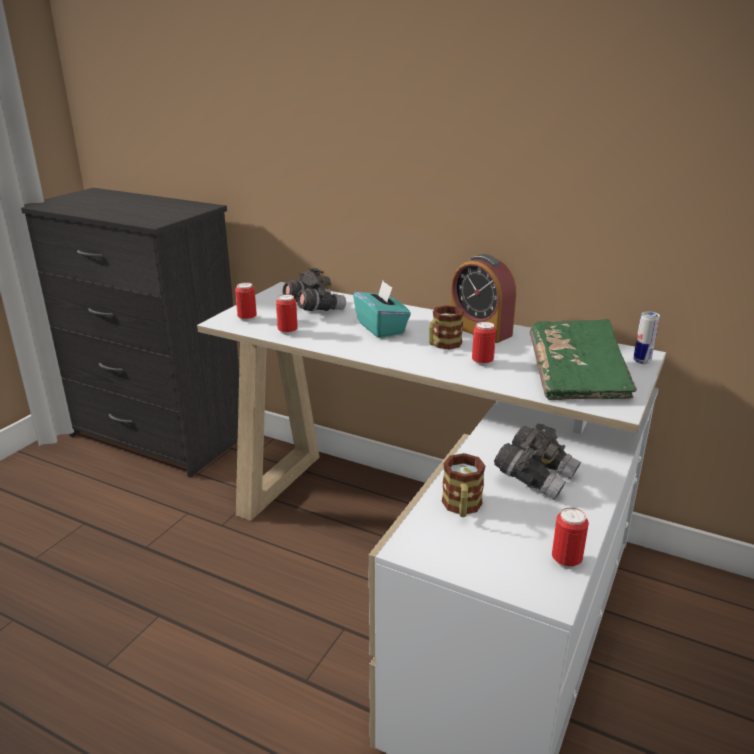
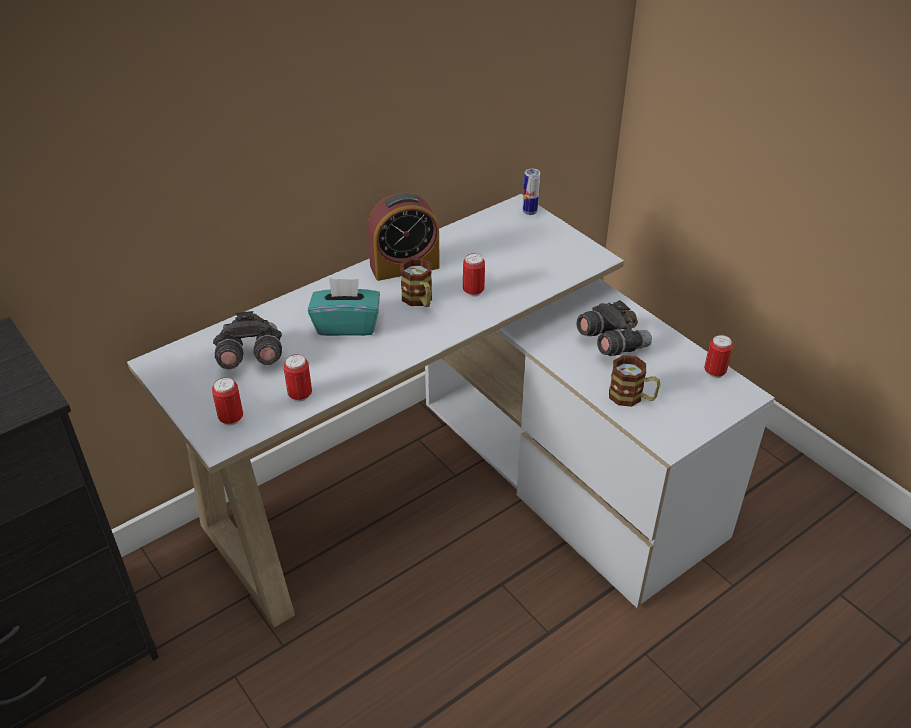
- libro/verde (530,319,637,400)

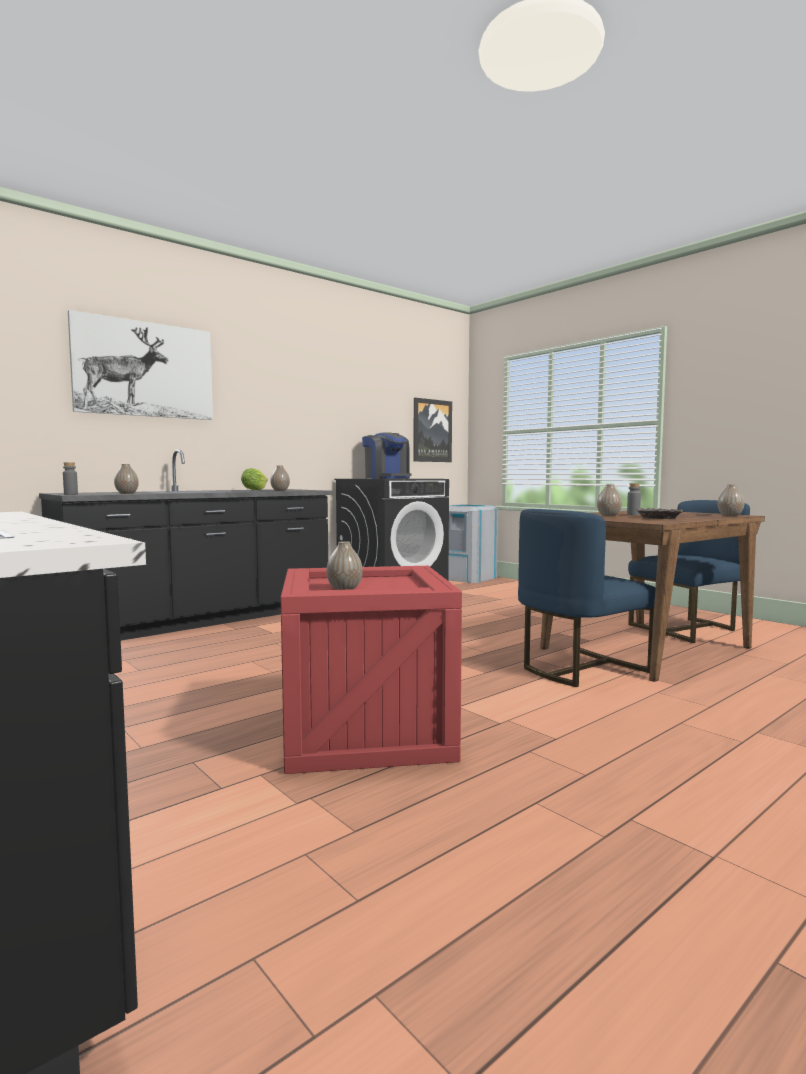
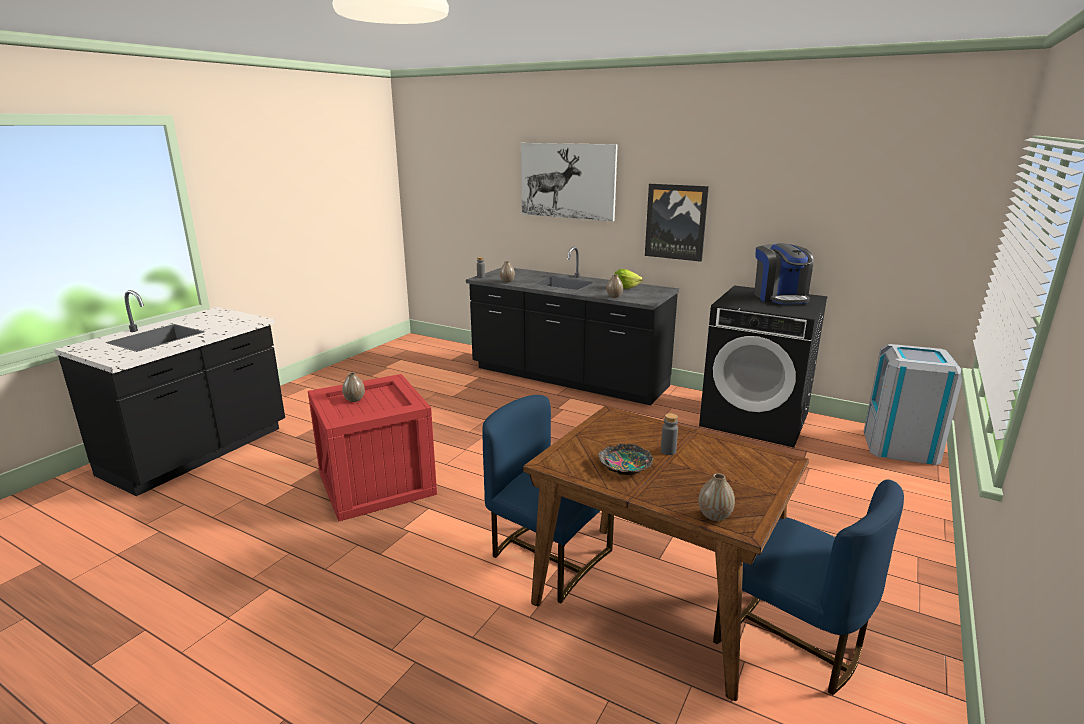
~ cuadro (414,398,452,462) to (645,184,709,262)
~ cafetera (362,432,412,479) = (754,243,814,305) 45 degrees counterclockwise
- florero (597,484,622,516)

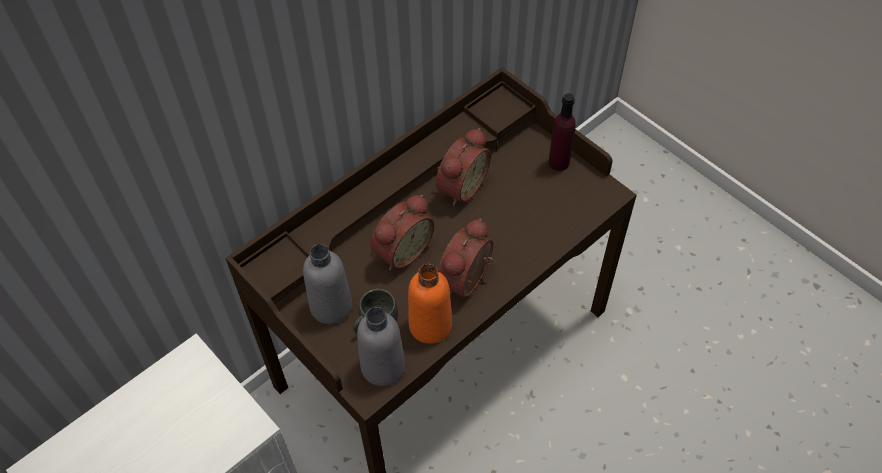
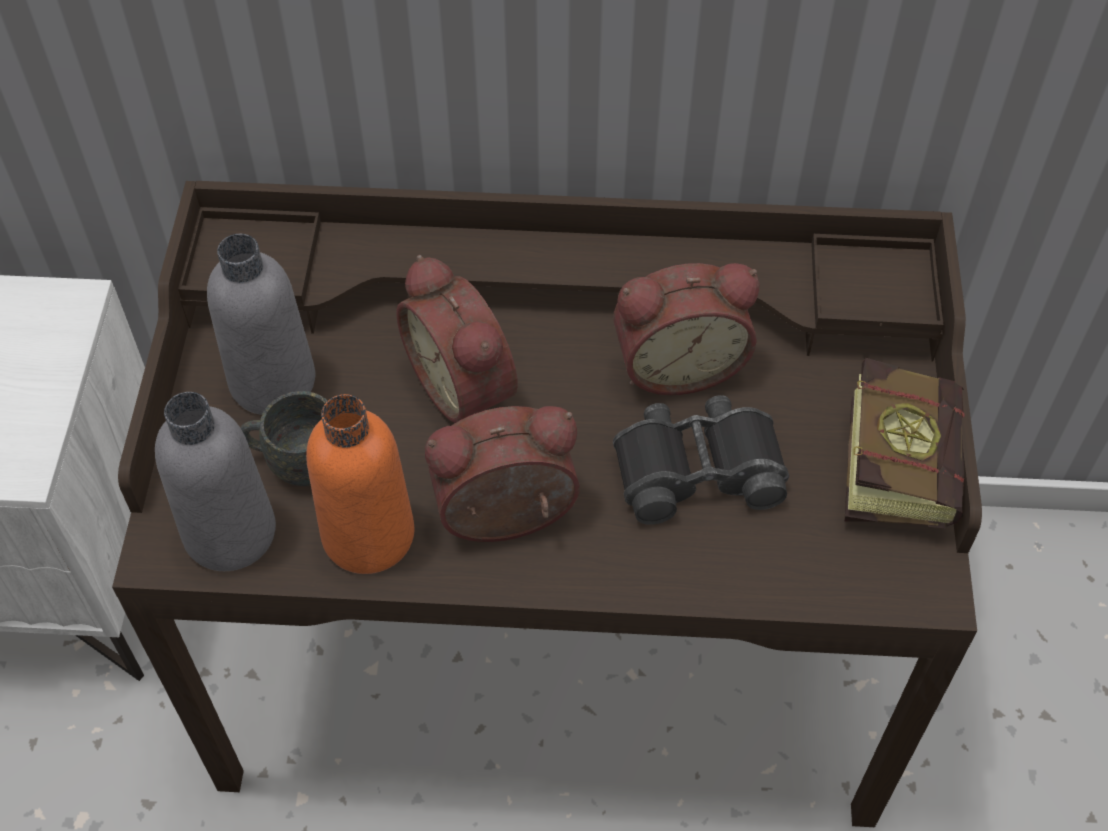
~ botella/morado (548,93,576,171) to libro (845,358,965,529)
~ despertador (370,195,434,271) = (396,255,518,423) 60 degrees clockwise
+ prismáticos/negro (613,395,789,525)

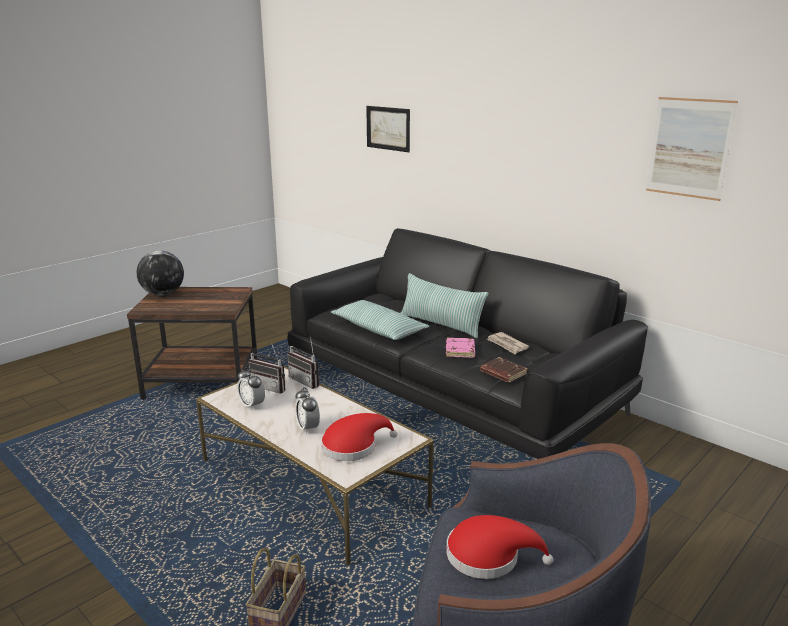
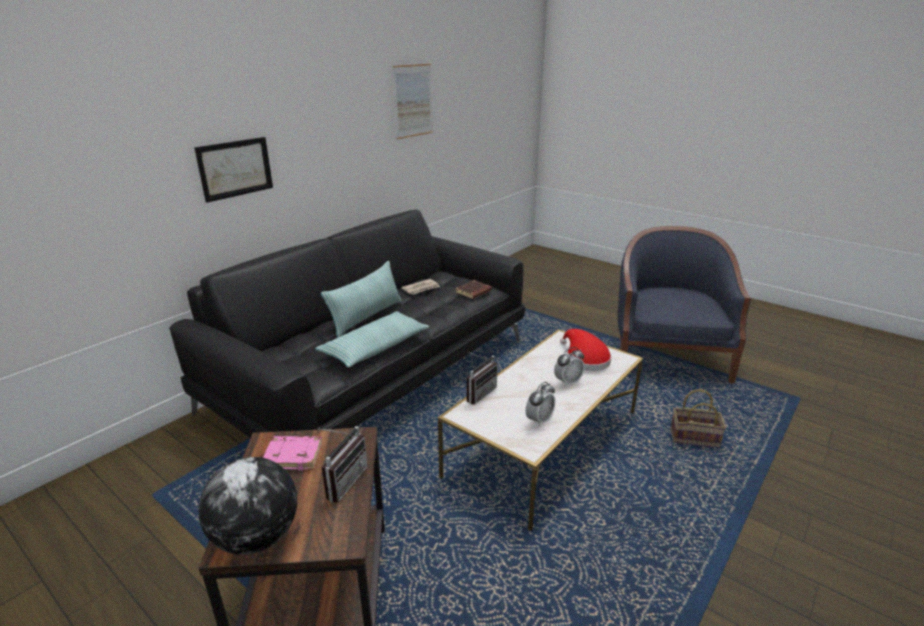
~ cuadro (366,106,410,152) to (194,137,273,203)
~ libro/rosa (446,338,475,358) to (263,436,322,471)
~ radio (248,343,286,394) to (318,426,367,503)
- sombrero/rojo (447,515,553,579)

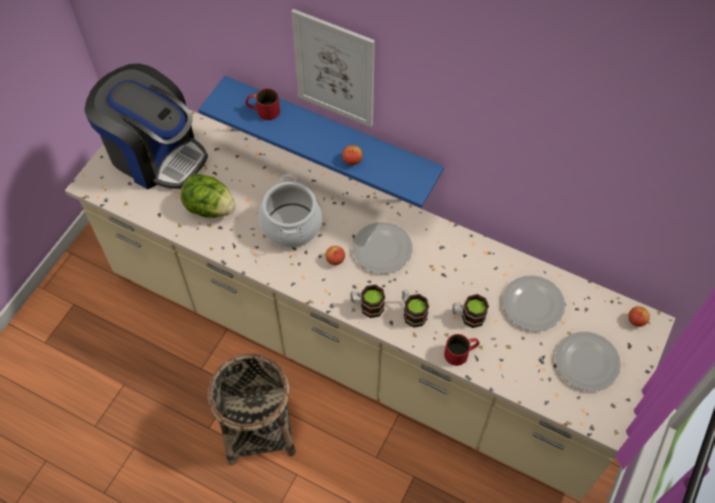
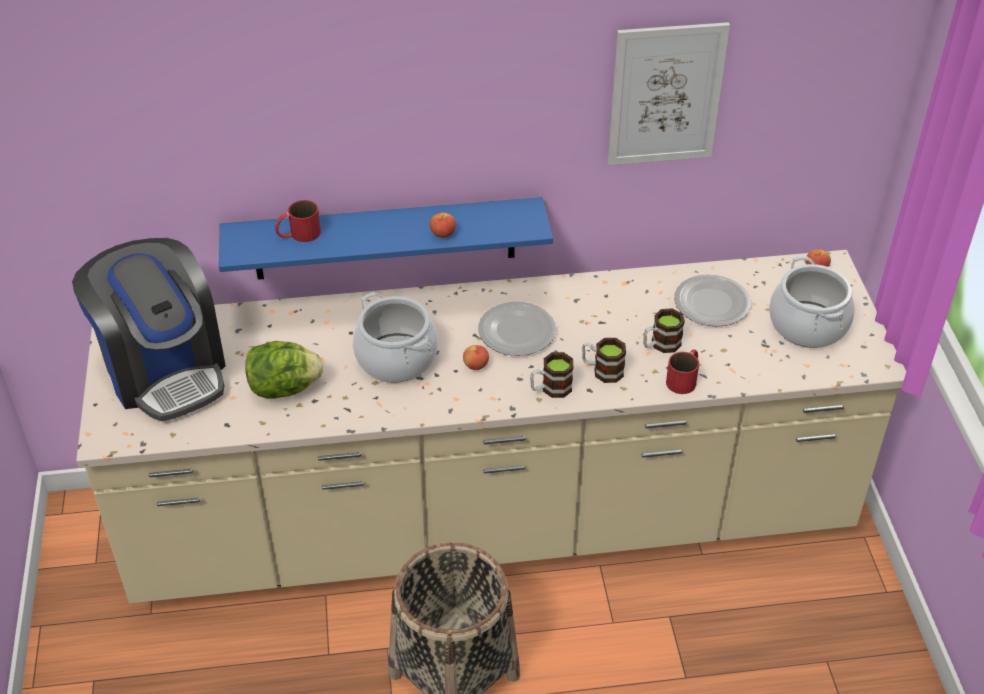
~ cuadro (291,9,375,127) to (608,22,730,165)
~ cafetera (84,63,208,189) = (72,238,226,421) 60 degrees clockwise
~ plato (555,332,621,391) to olla (769,256,855,348)

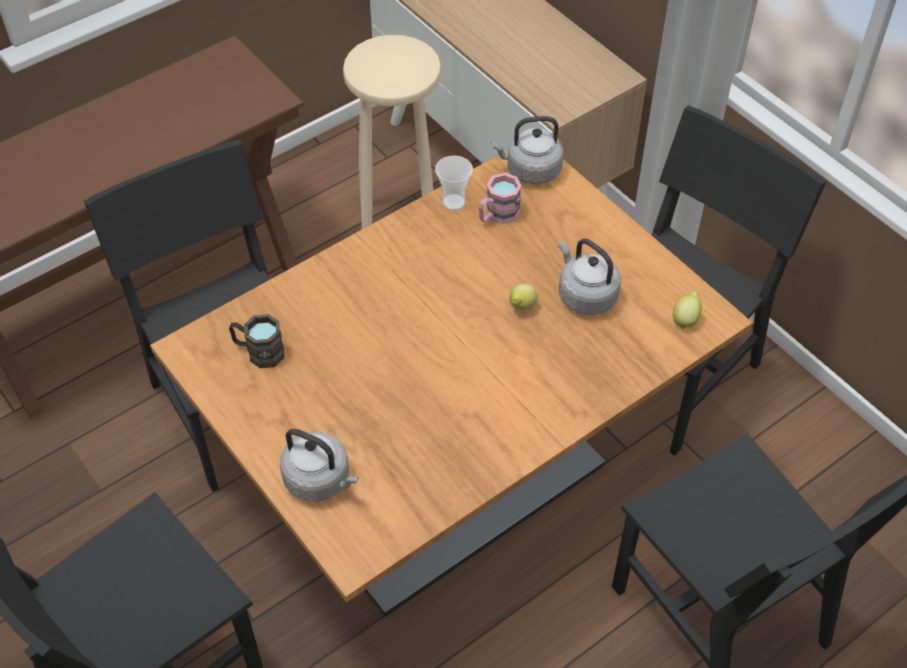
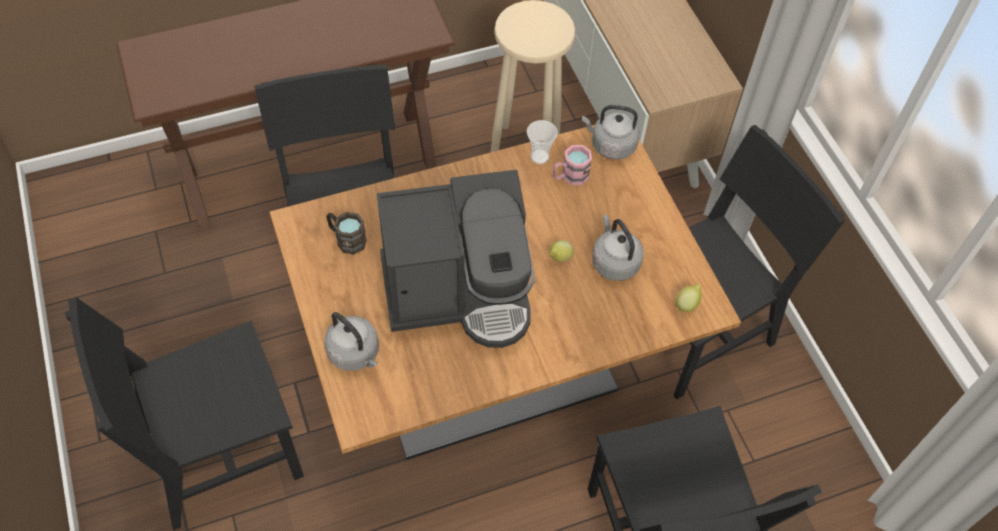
+ cafetera (377,170,535,348)

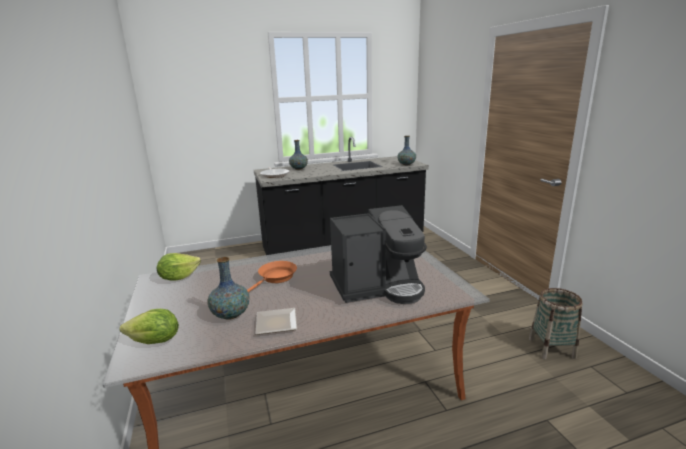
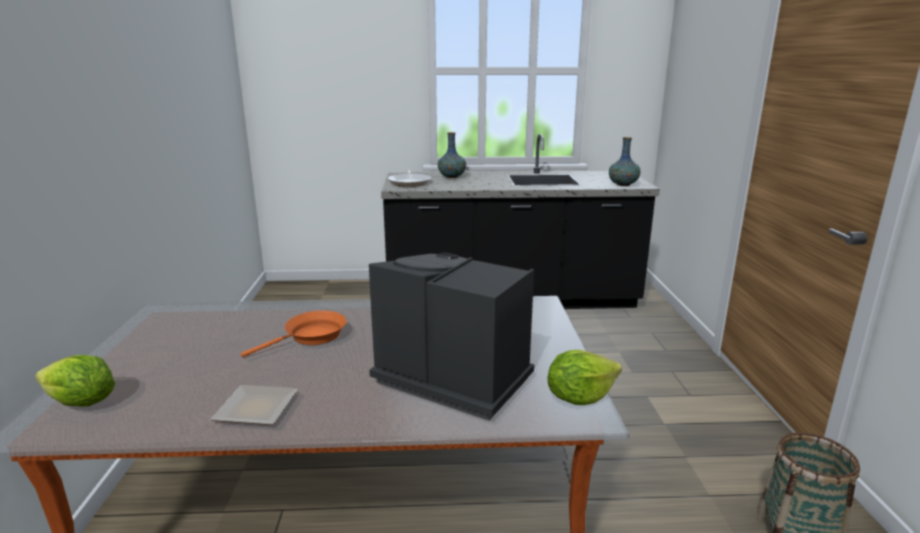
~ cafetera (330,205,427,304) = (369,252,534,420) 150 degrees counterclockwise
~ lechuga (157,253,201,281) to (547,350,622,405)
- florero (207,257,250,320)

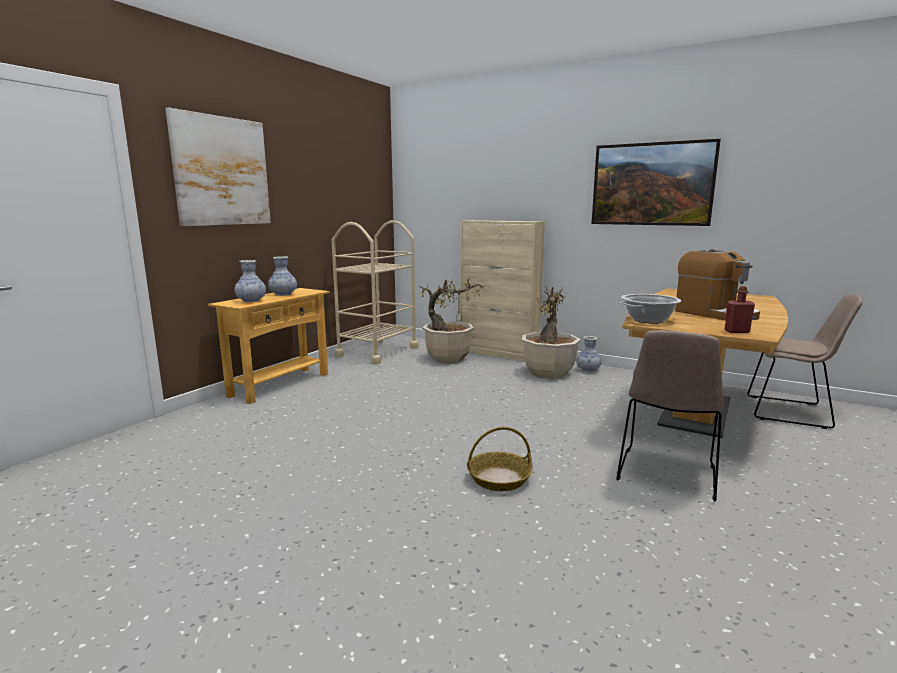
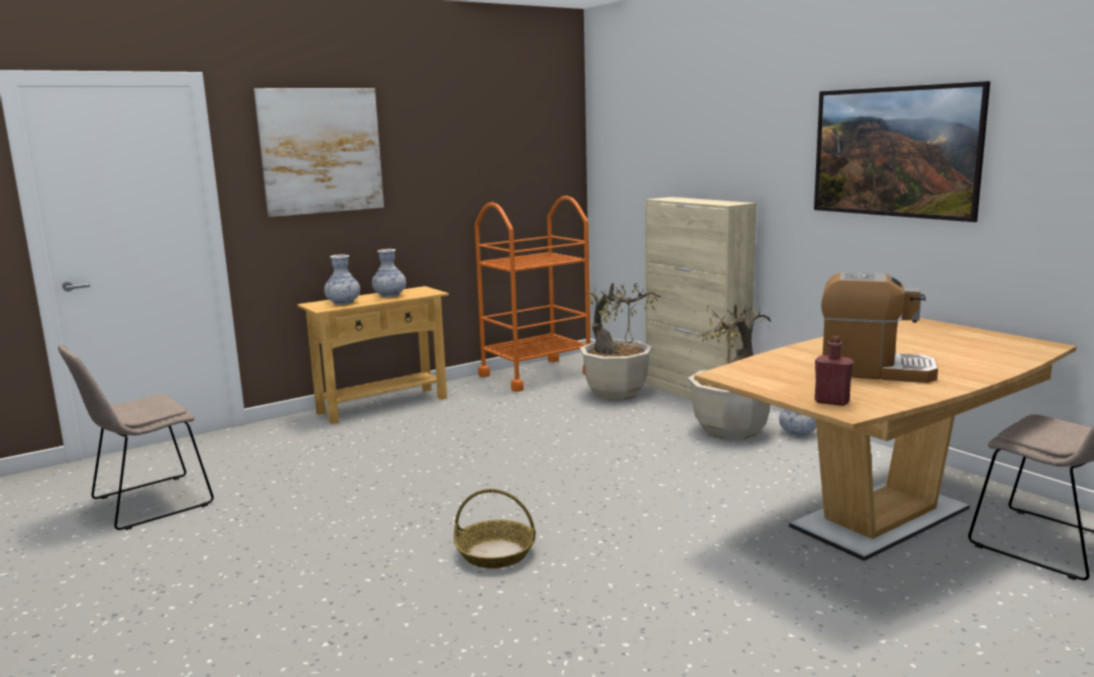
~ carrito/beis (331,220,418,364) to carrito/naranja (475,196,590,392)
~ cafetera (675,249,760,320) = (821,272,938,383) 60 degrees counterclockwise
- olla (619,294,681,324)
~ silla/beis (616,330,724,501) to (58,344,214,530)

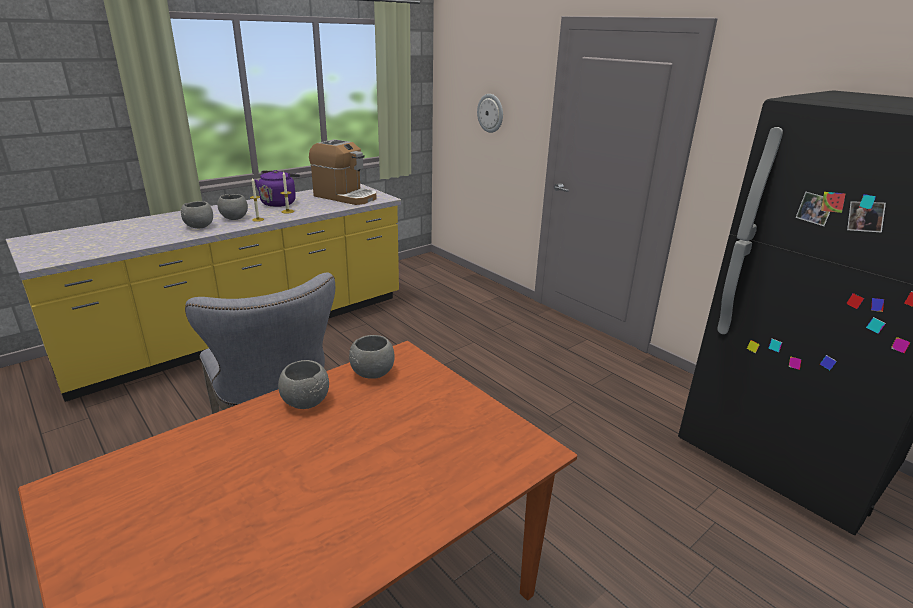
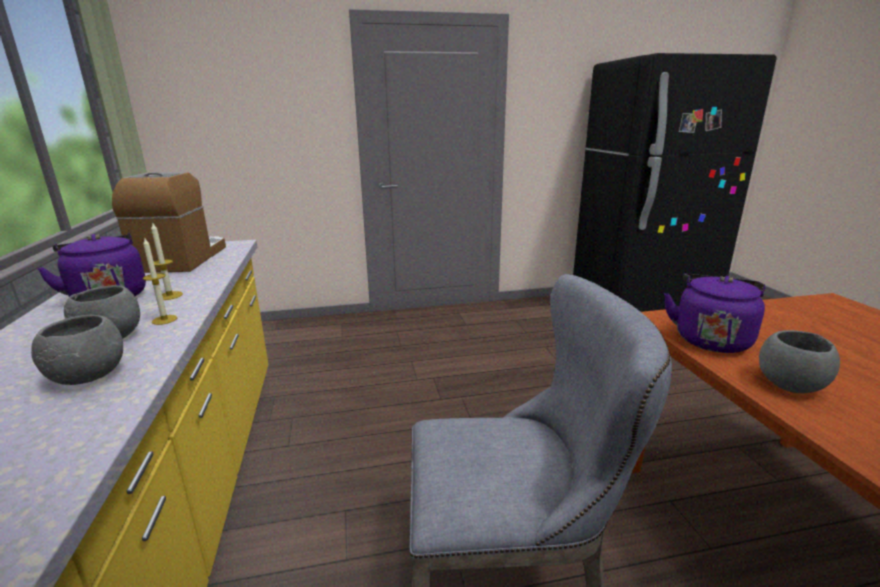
- reloj de pared (477,94,503,133)
~ cafetera (309,139,377,205) = (112,172,226,273) 60 degrees counterclockwise
~ cuenco/gris (349,335,395,379) to hervidor/morado (664,273,765,353)

